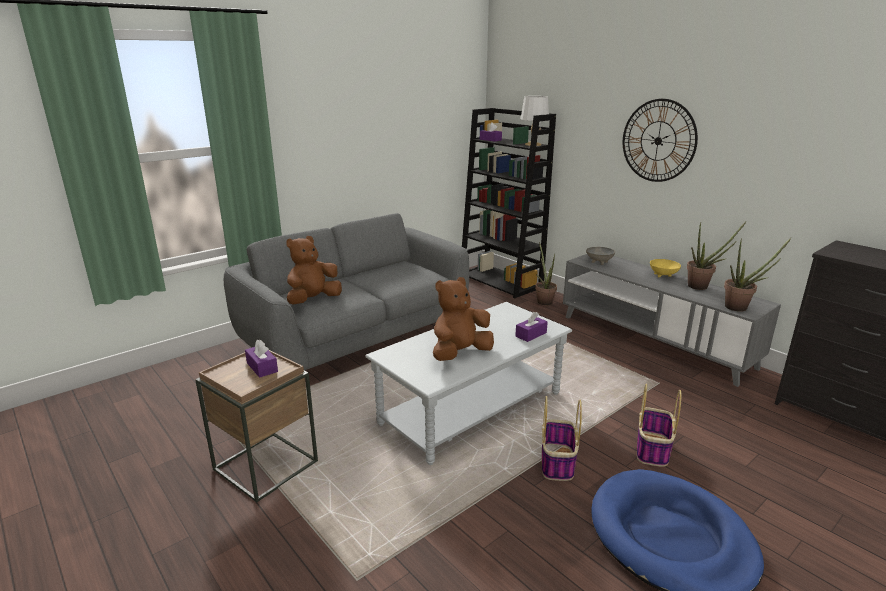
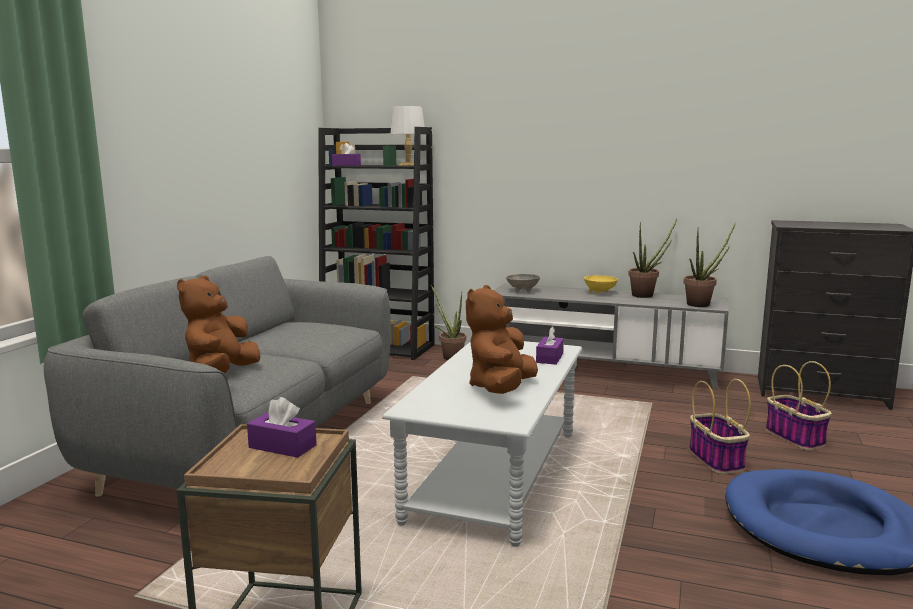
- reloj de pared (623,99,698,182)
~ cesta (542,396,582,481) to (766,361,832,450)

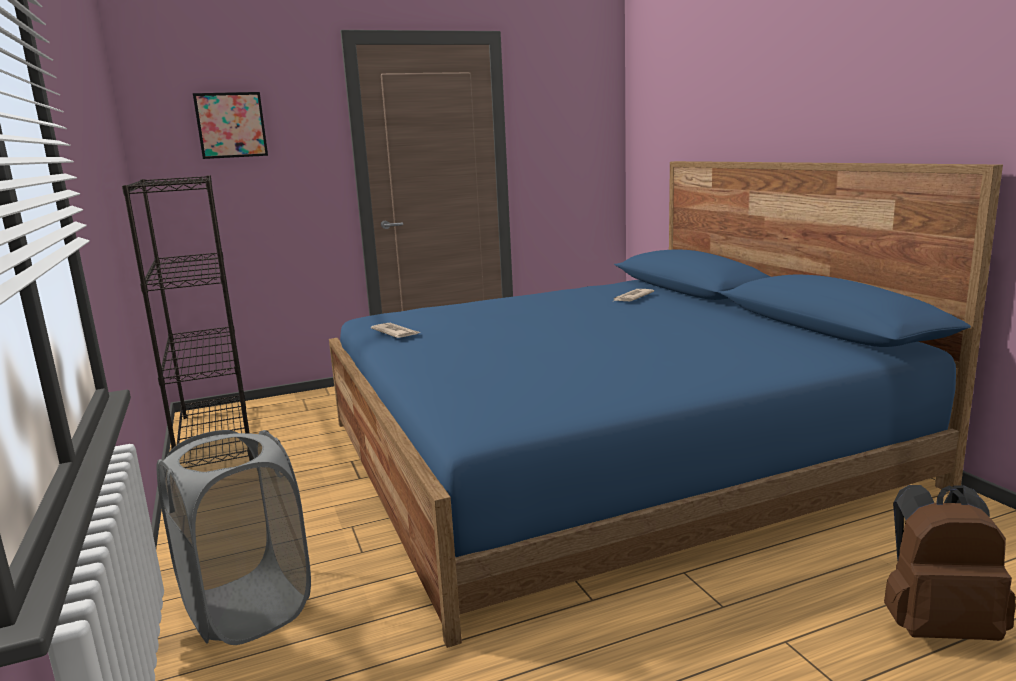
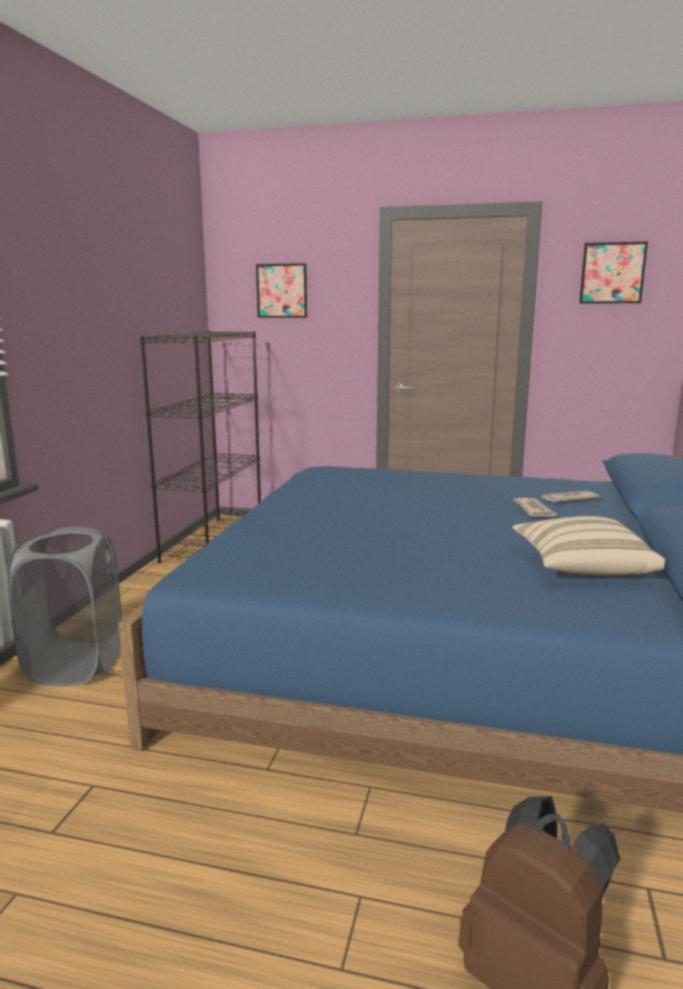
~ periódico (371,323,420,338) to (513,498,558,516)
+ cuadro (579,242,648,303)
+ cojín/beis (512,516,665,575)

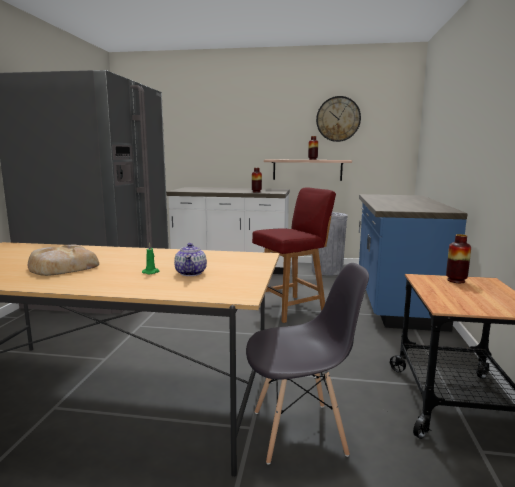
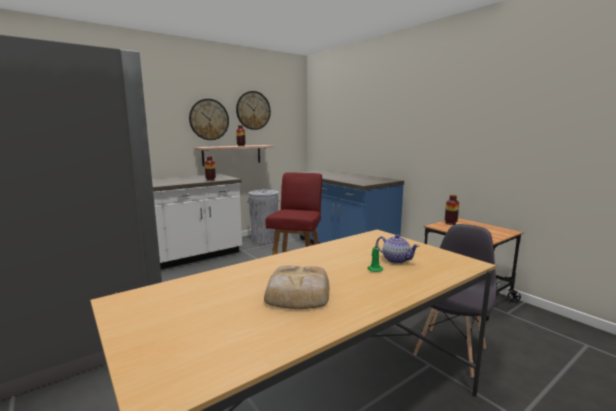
+ reloj de pared (189,99,229,140)

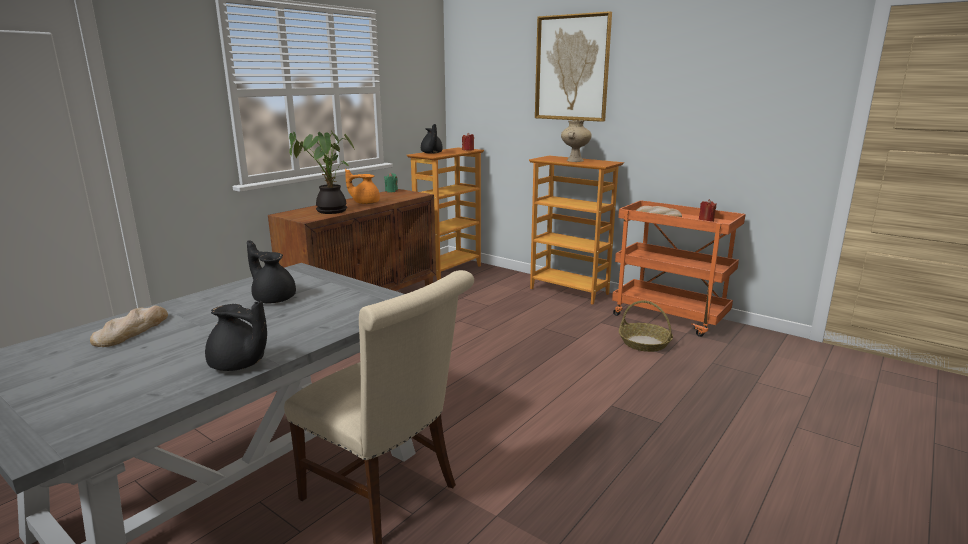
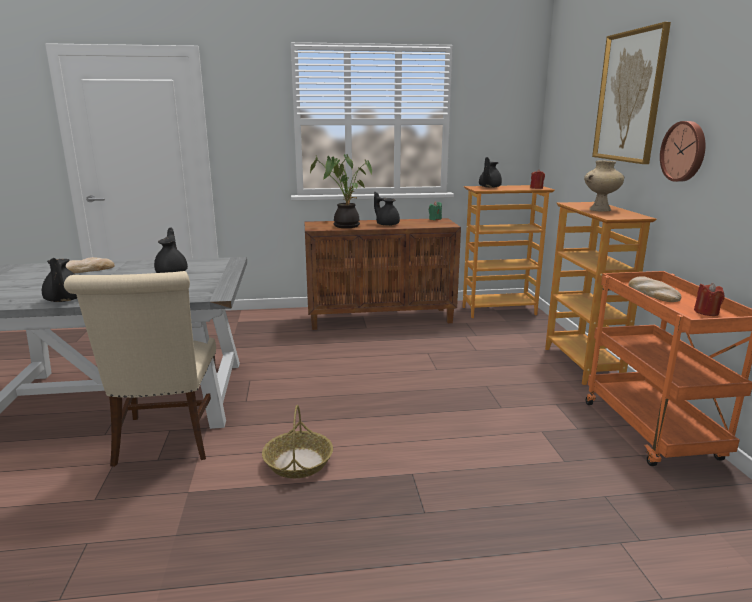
~ tetera/naranja (345,169,380,204) to tetera/negro (374,192,400,226)
~ cesta (619,300,673,352) to (262,405,333,478)
+ reloj de pared (660,121,705,182)

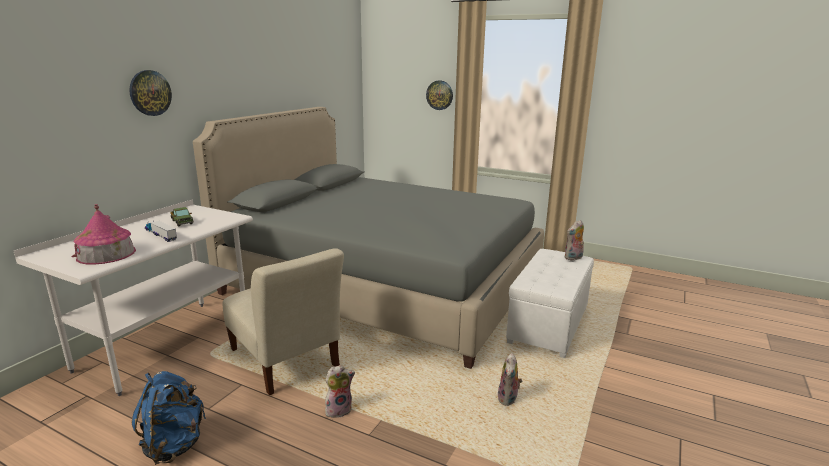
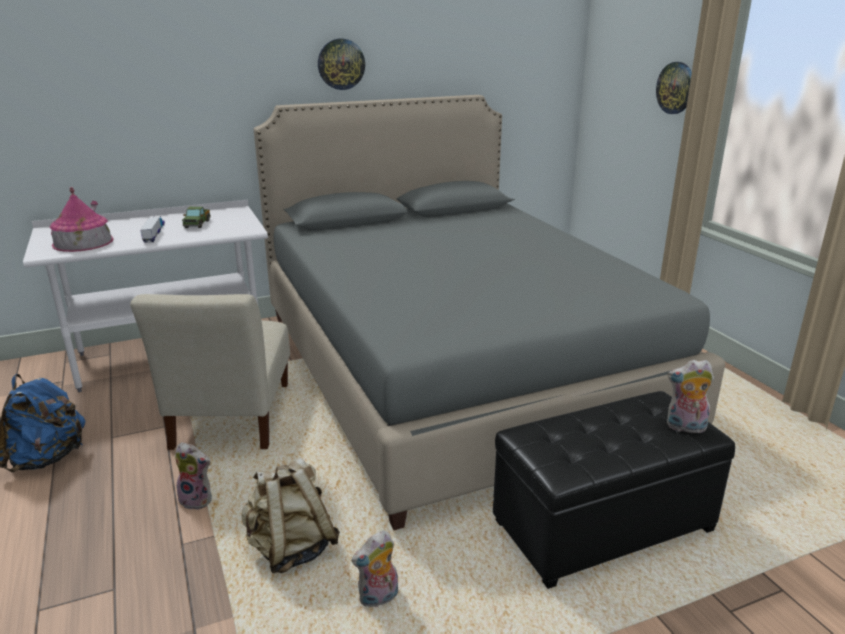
~ reloj de pared (129,70,172,116) to (318,39,365,90)
~ puf/blanco (506,249,594,358) to puf/negro (493,391,735,589)
+ mochila/beis (241,457,340,573)

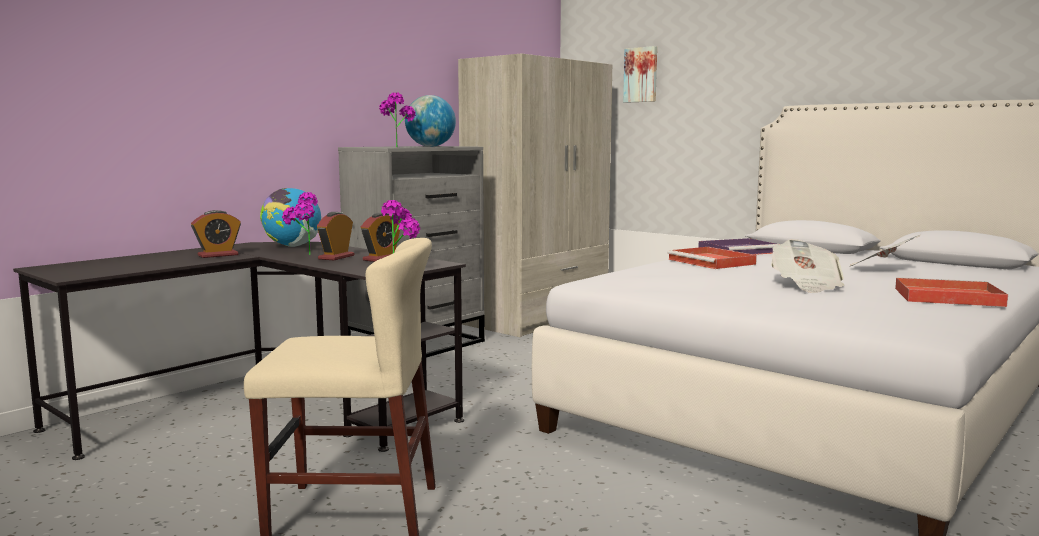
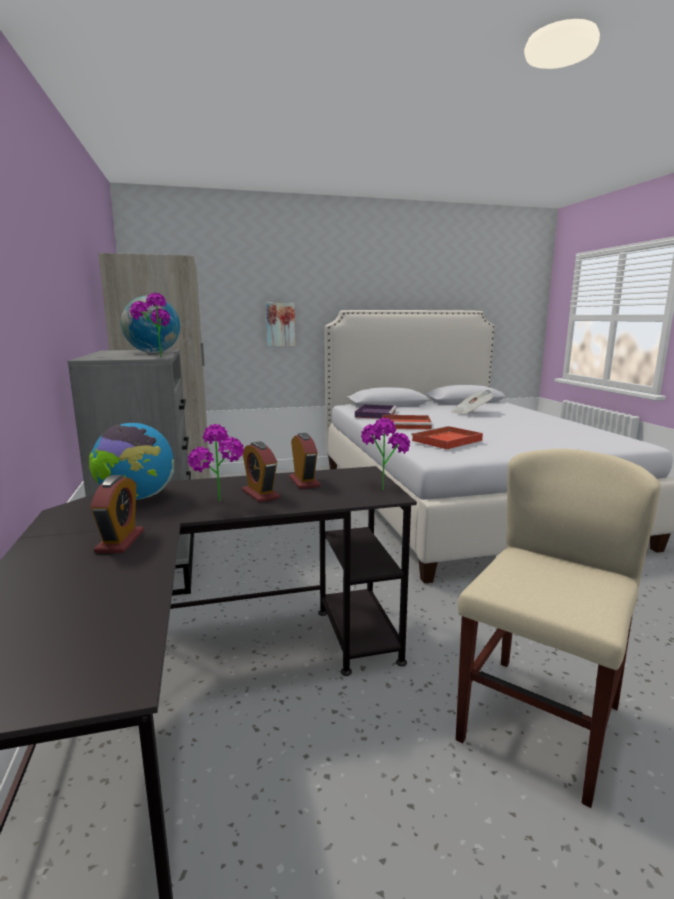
~ cuadro (623,46,657,103) to (266,303,295,346)
- periódico (771,239,844,293)
~ bandeja/rojo (895,277,1008,307) to (411,426,483,449)

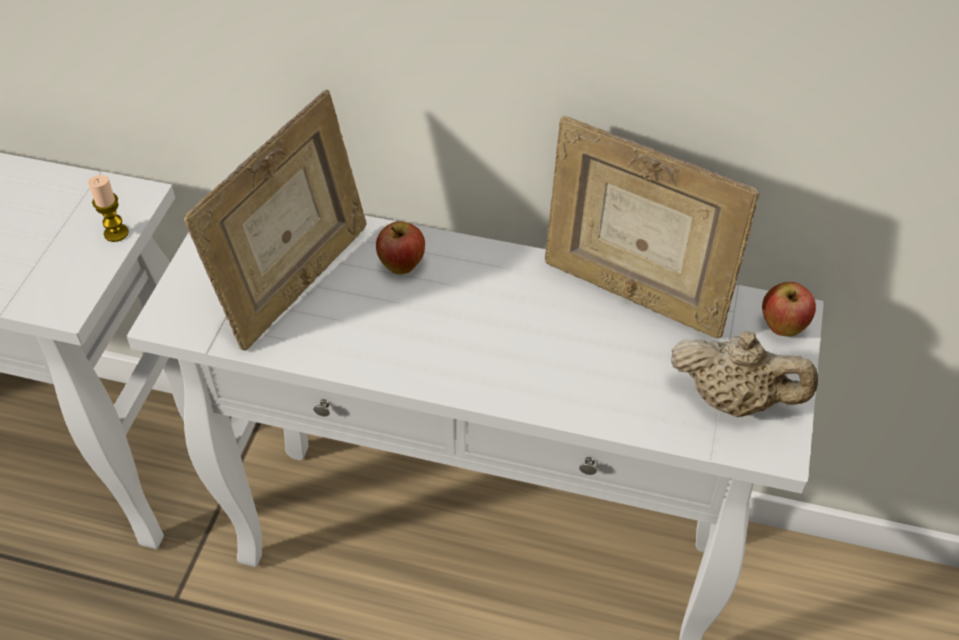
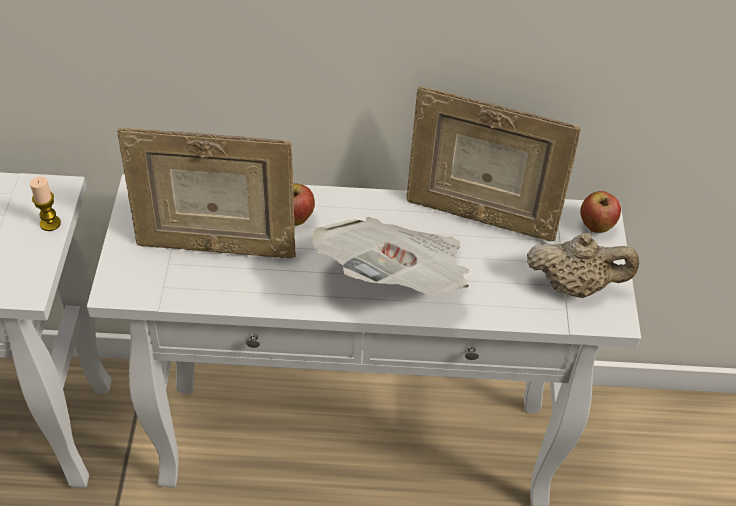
~ portarretratos (184,89,367,350) = (117,127,296,259) 75 degrees clockwise
+ periódico (312,217,469,295)

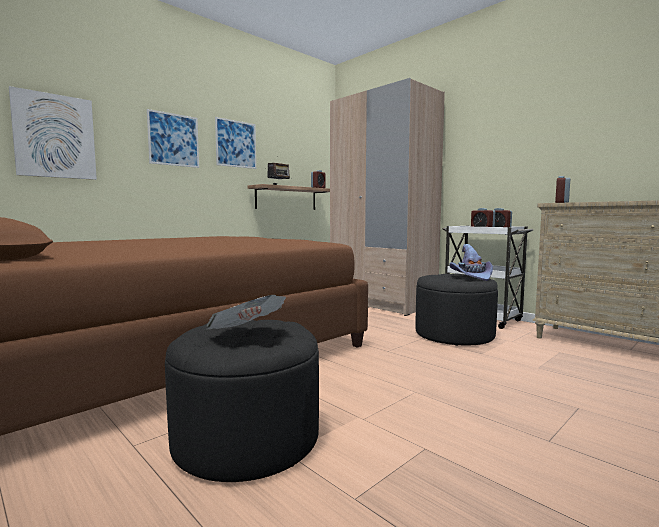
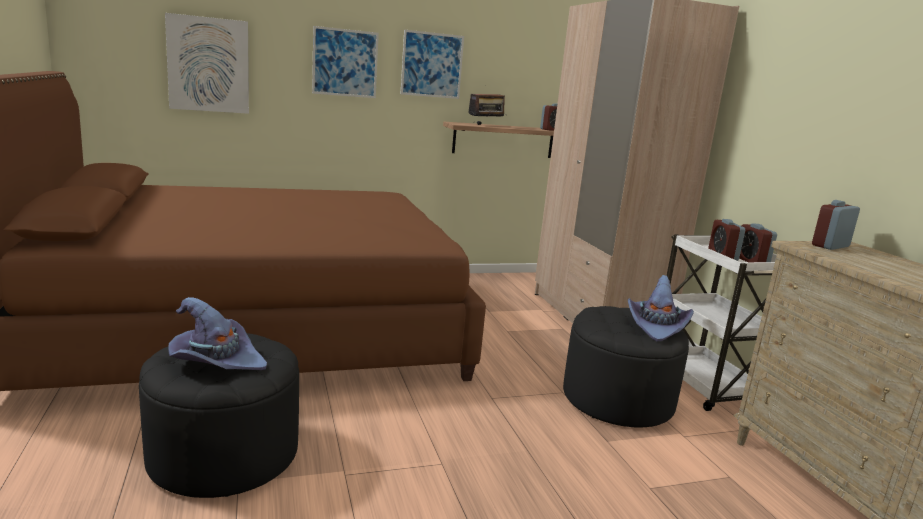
~ periódico (206,295,286,330) to sombrero/morado (168,297,267,370)

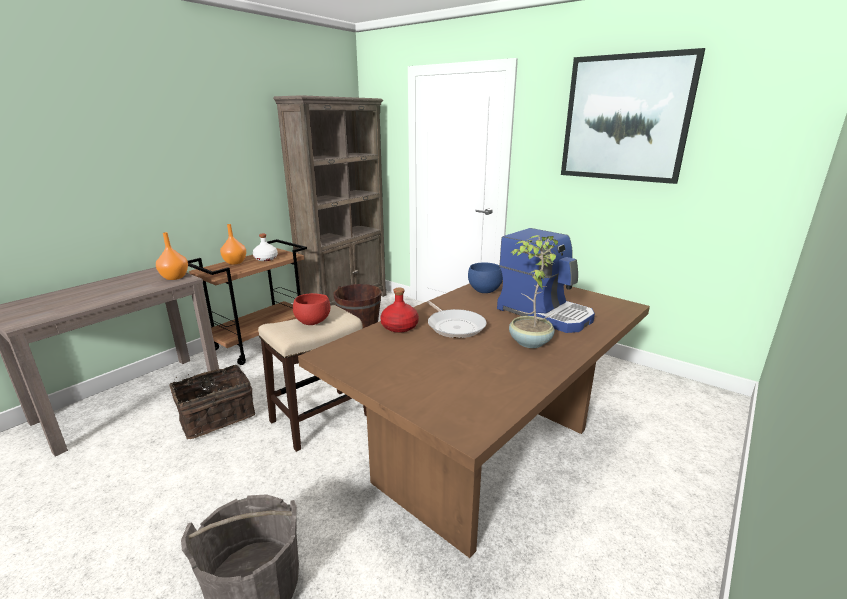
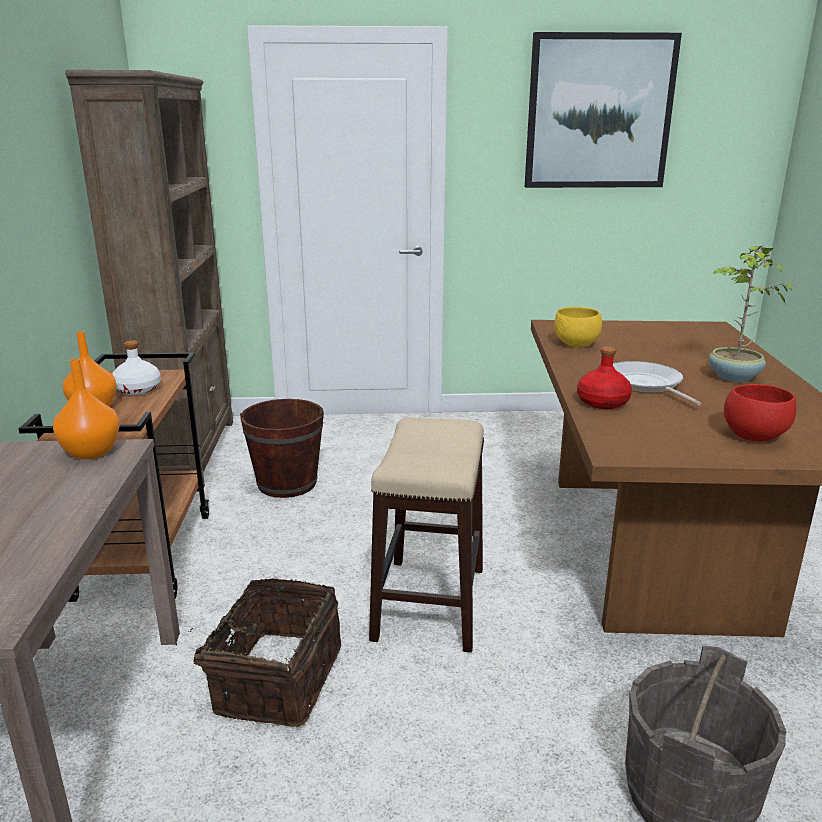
- cafetera (497,228,595,333)
~ cuenco/azul (468,263,503,293) to cuenco/amarillo (554,307,602,348)
~ cuenco/rojo (293,293,330,325) to (724,384,797,442)
~ sartén (427,301,487,338) = (613,361,701,405) 135 degrees counterclockwise

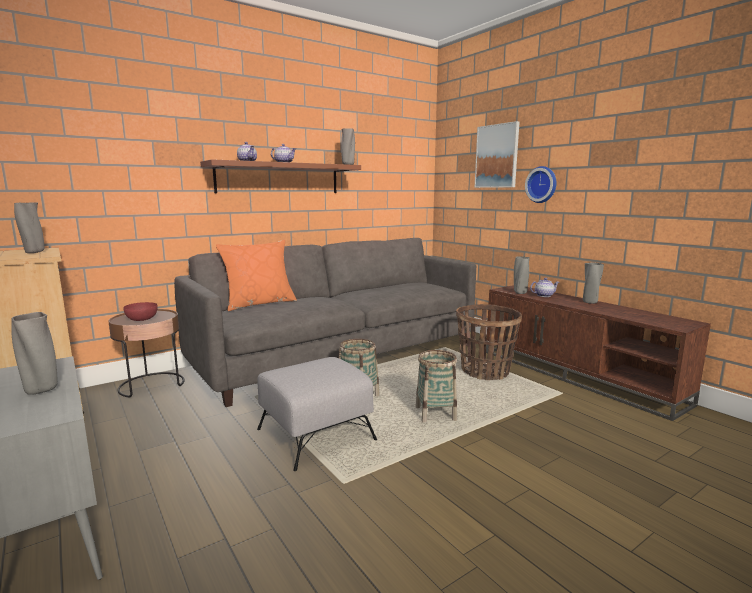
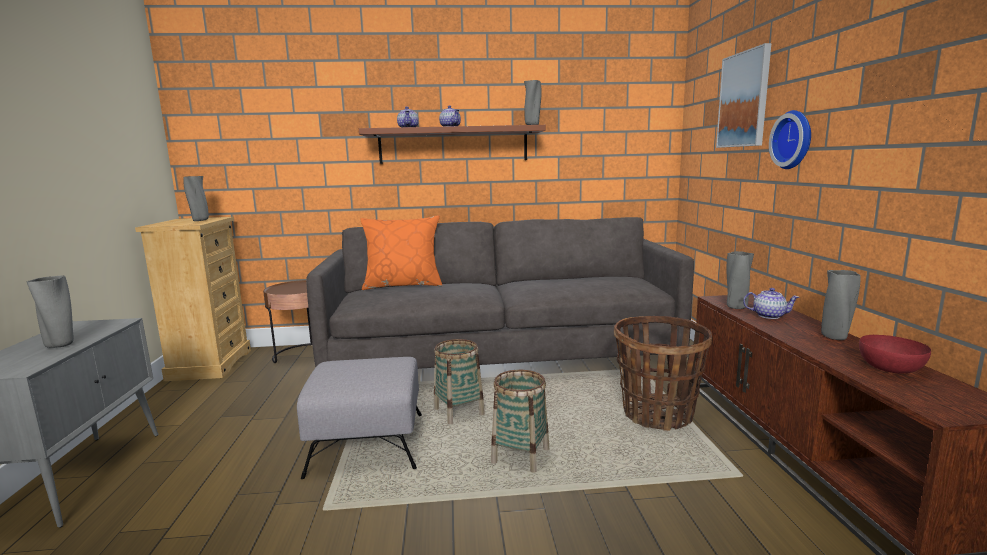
~ cuenco/rojo (123,302,158,321) to (859,335,931,373)

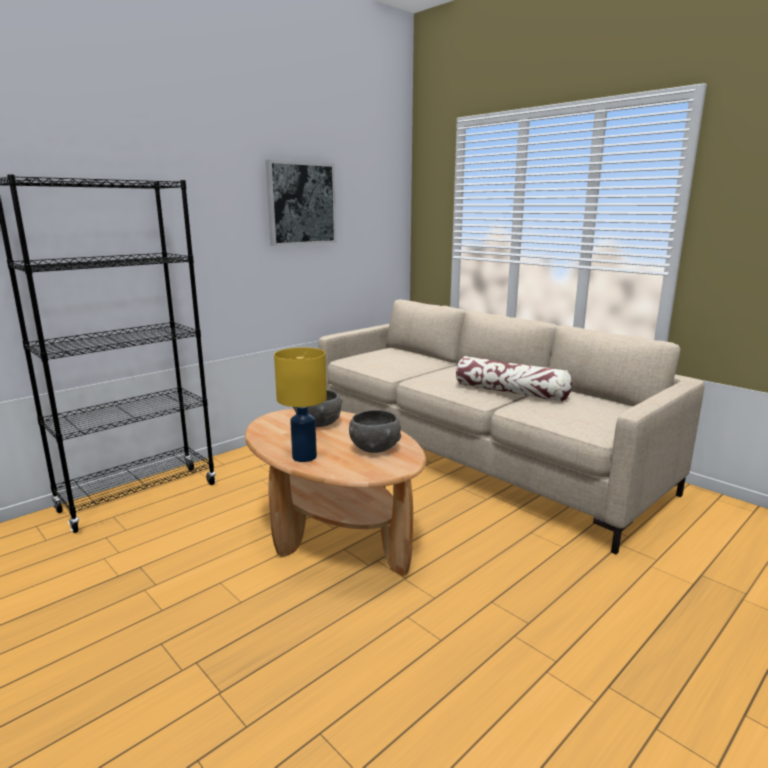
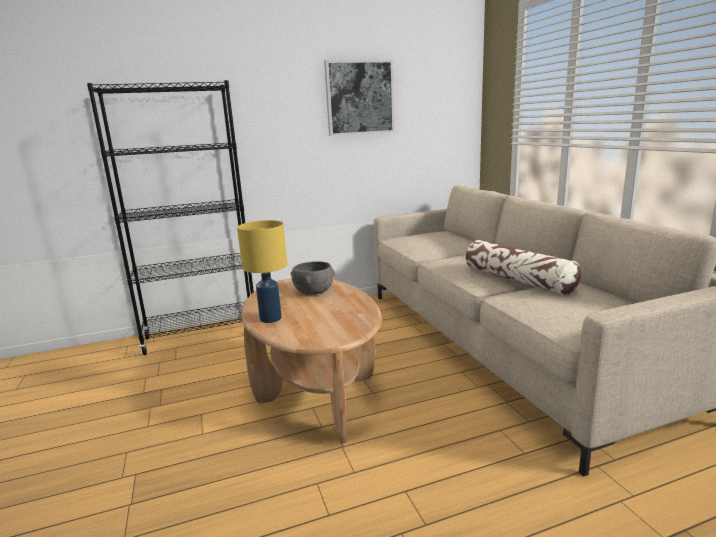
- cuenco/gris (349,410,401,453)

